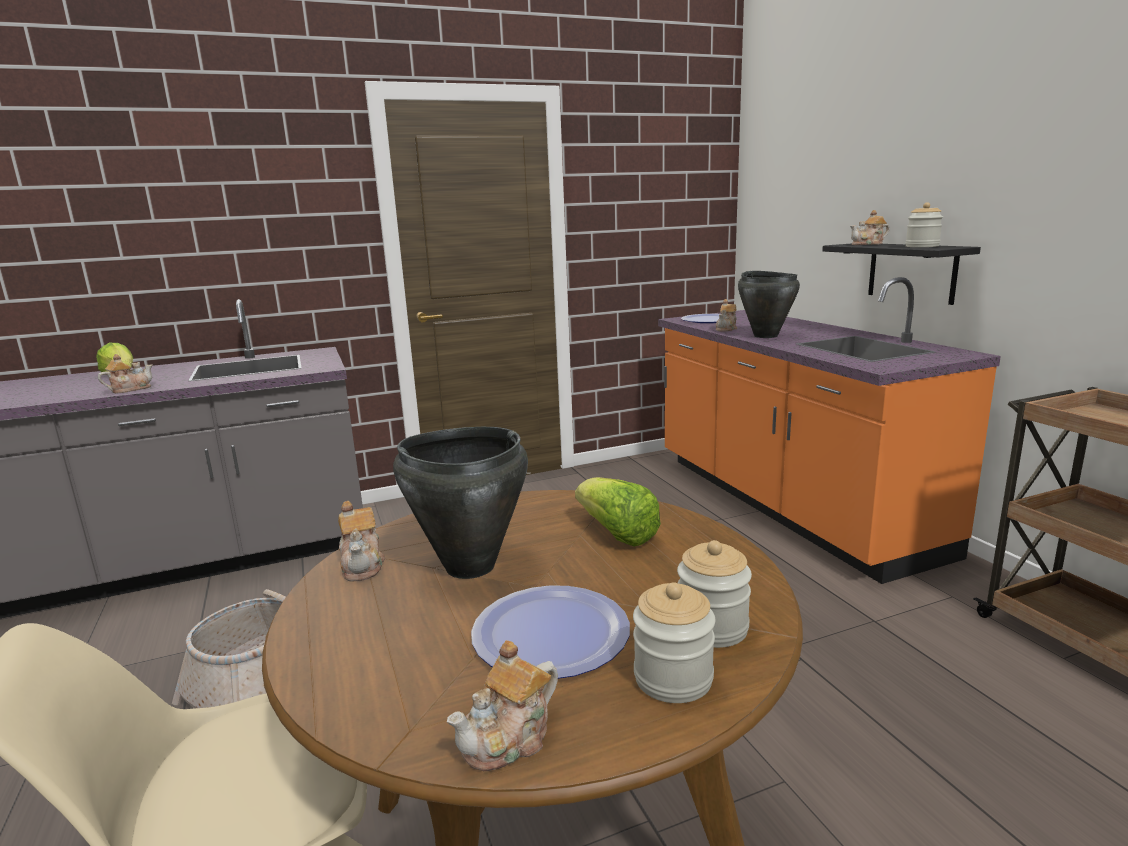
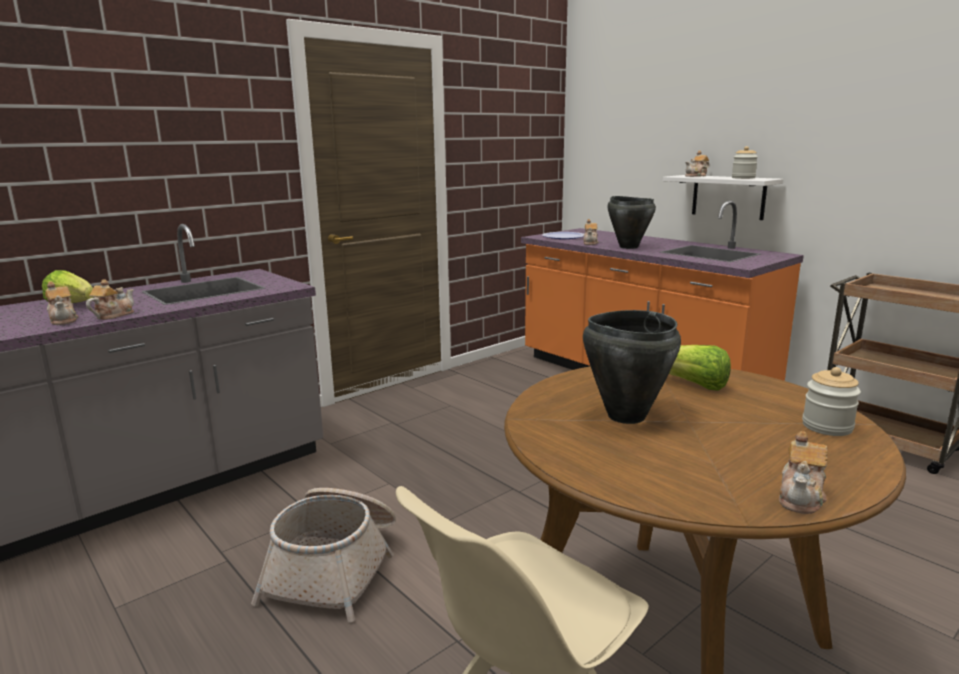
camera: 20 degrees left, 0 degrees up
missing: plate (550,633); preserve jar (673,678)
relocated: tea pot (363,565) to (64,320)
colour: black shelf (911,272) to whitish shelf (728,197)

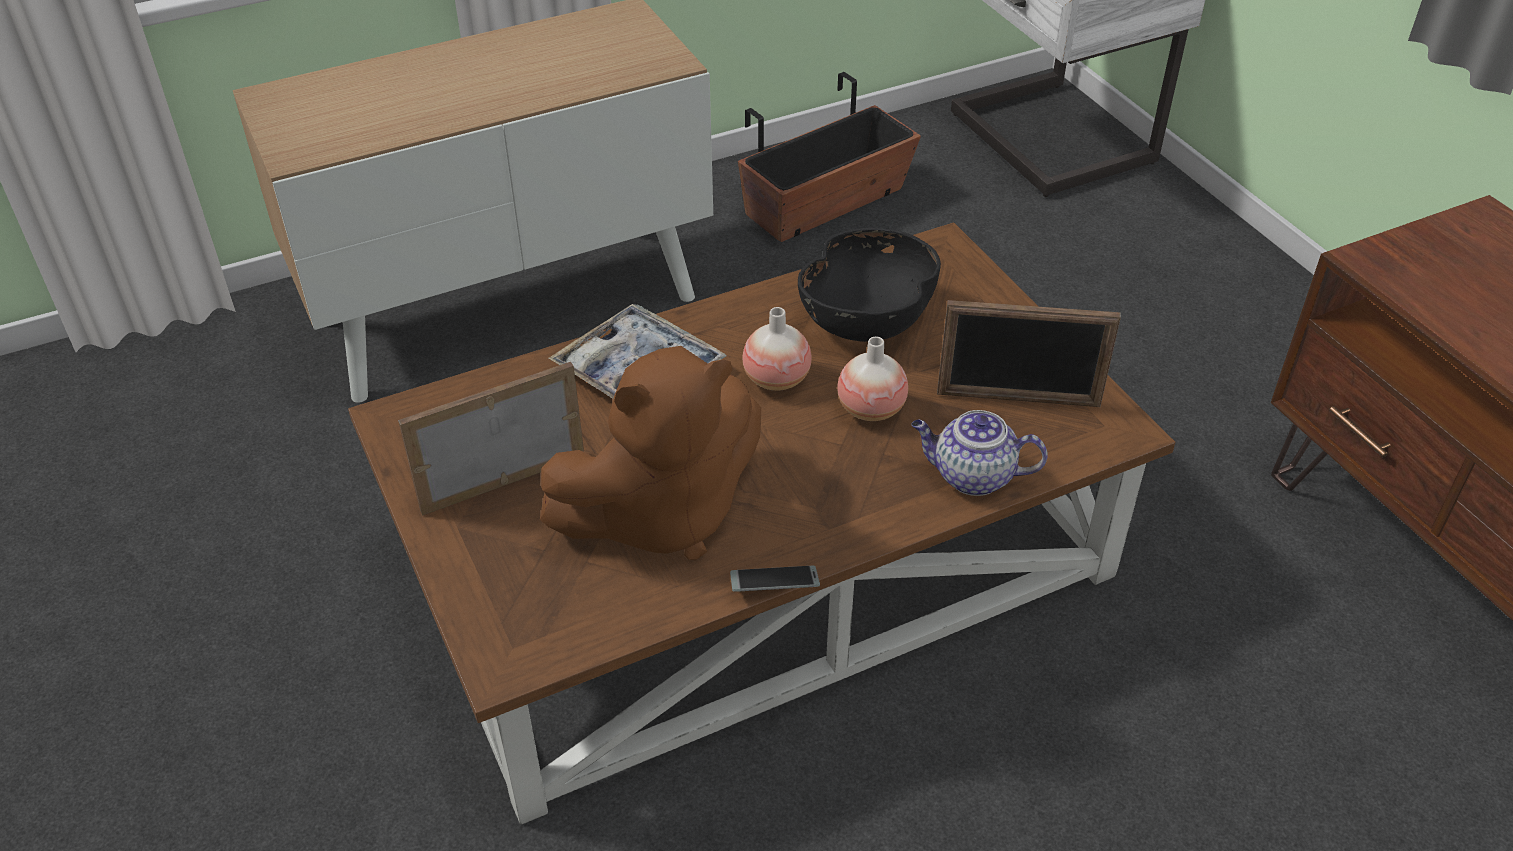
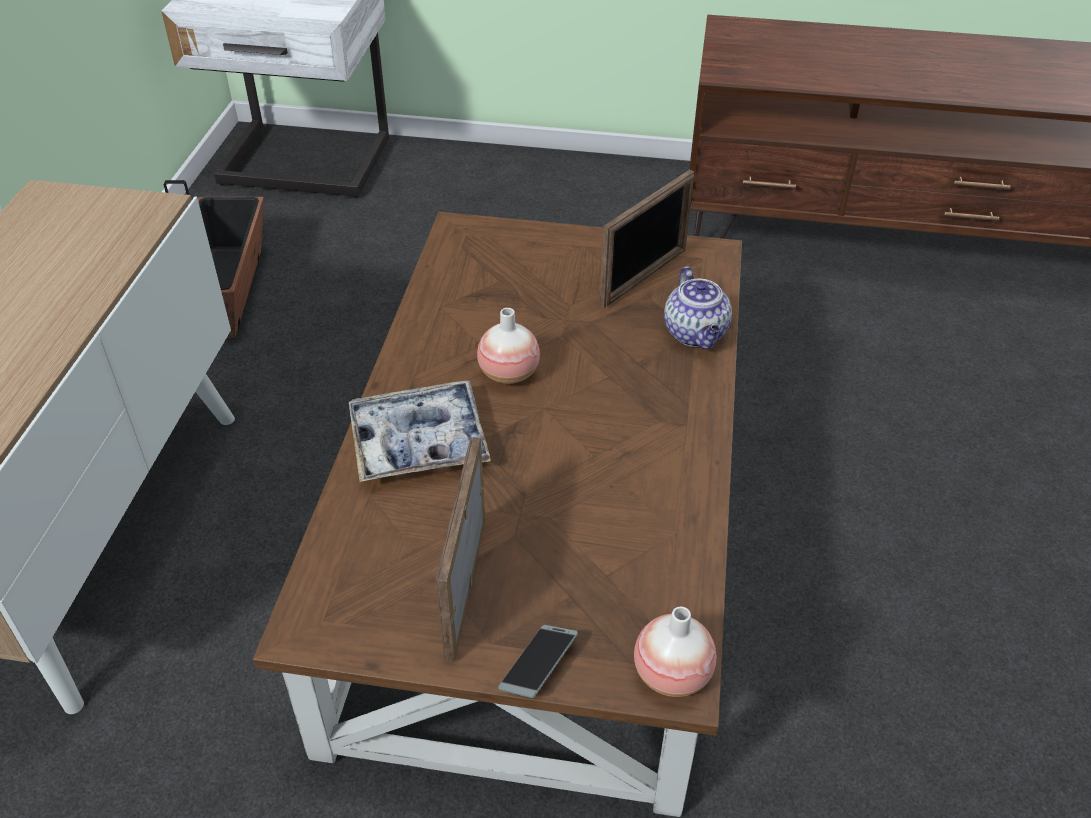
camera: 55 degrees left, 0 degrees up
missing: brownish cuddly toy (661,514); black serving bowl (867,320)
relocated: handset (774,585) to (538,666); decorative vase (871,409) to (672,674)
spun: tea pot (971,476) = (696,334) 60 degrees counterclockwise

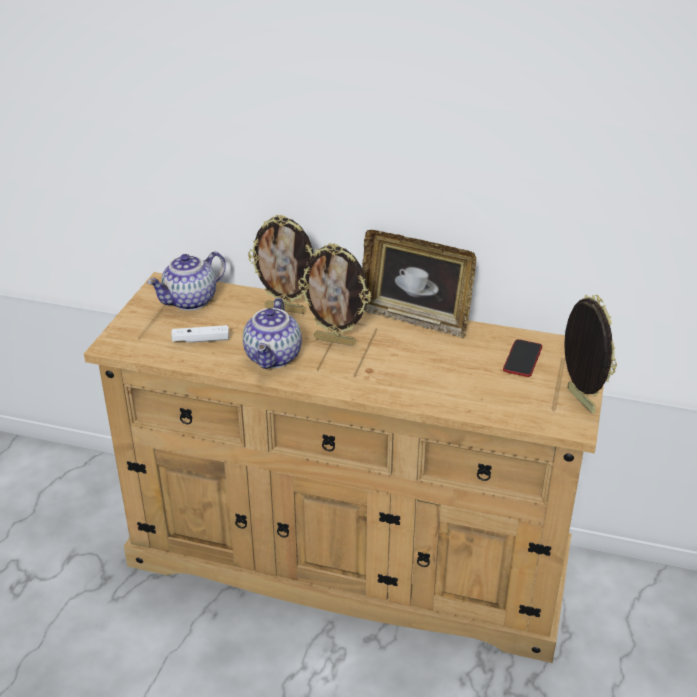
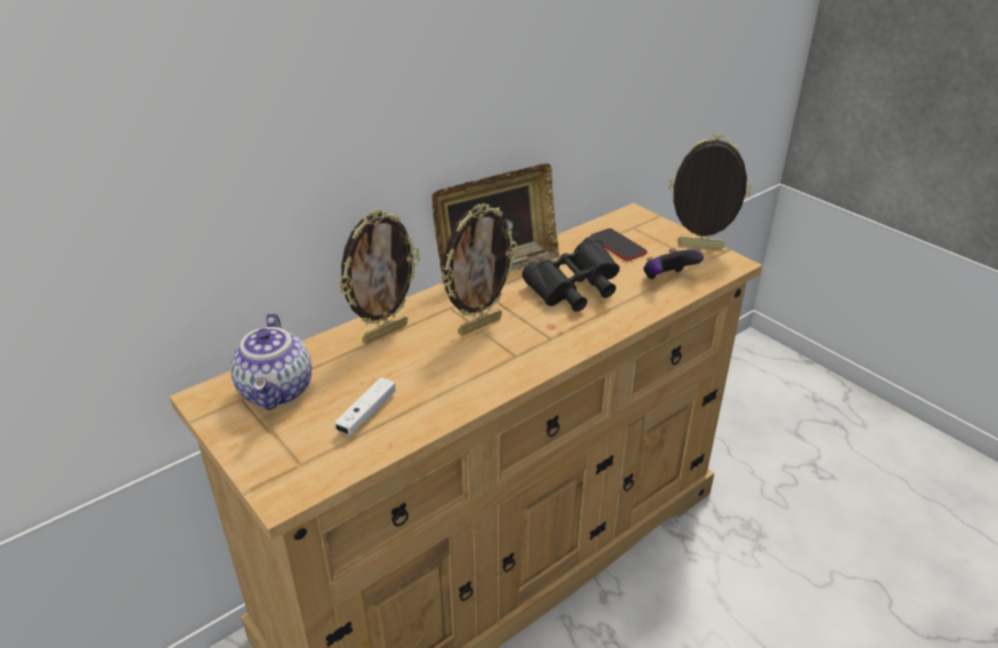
camera: 55 degrees left, 0 degrees up
missing: tea pot (274,358)
appeared: black pair of binoculars (574,291); joypad (667,279)

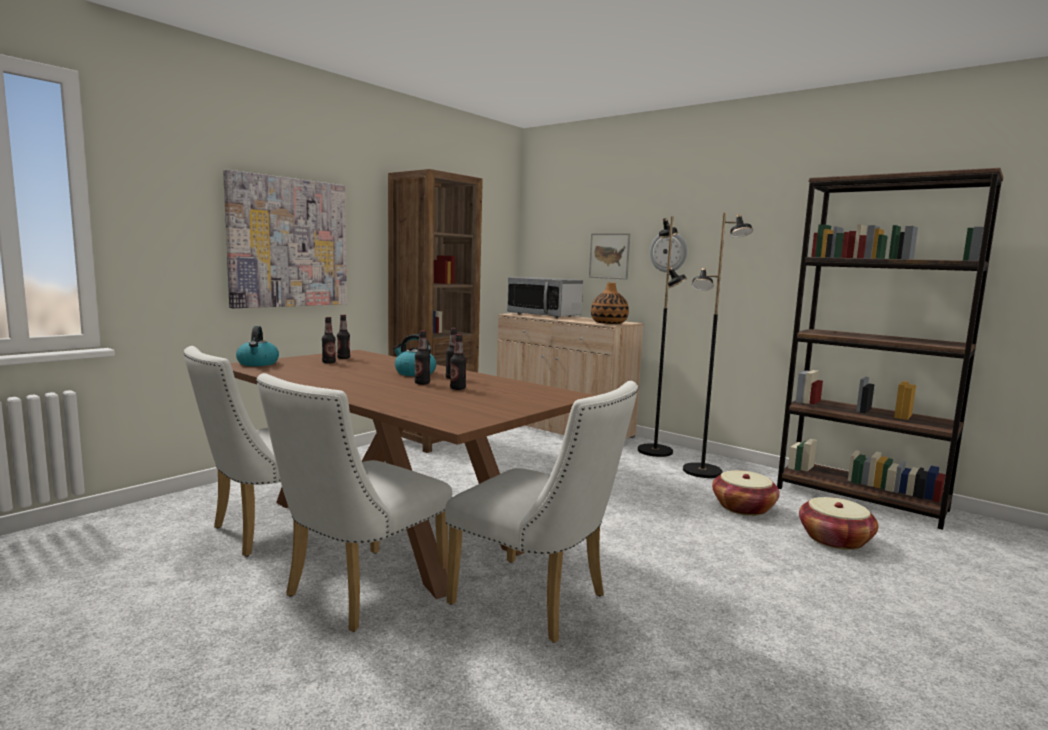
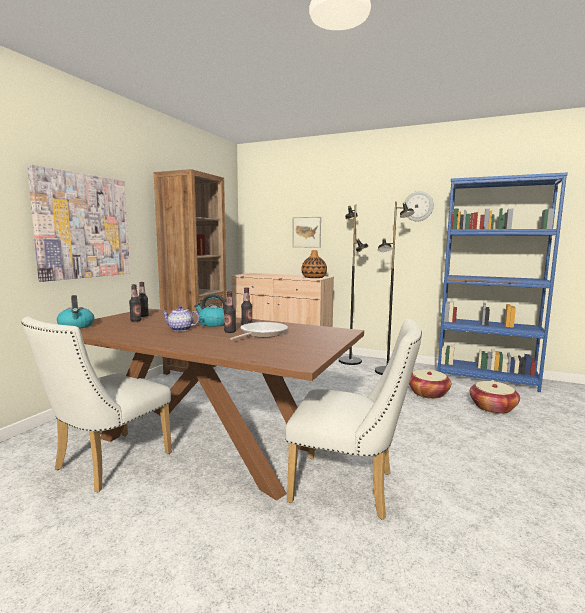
camera: 15 degrees left, 0 degrees up
missing: whitish plain chair (357,593); microwave oven (544,315)
appeared: tea pot (180,329)
relocated: clock on the wall (668,251) to (418,206)
exchanged: bottle (458,388) to pan (261,333)
colour: brownish shelving unit (860,499) to bluish shelving unit (486,378)

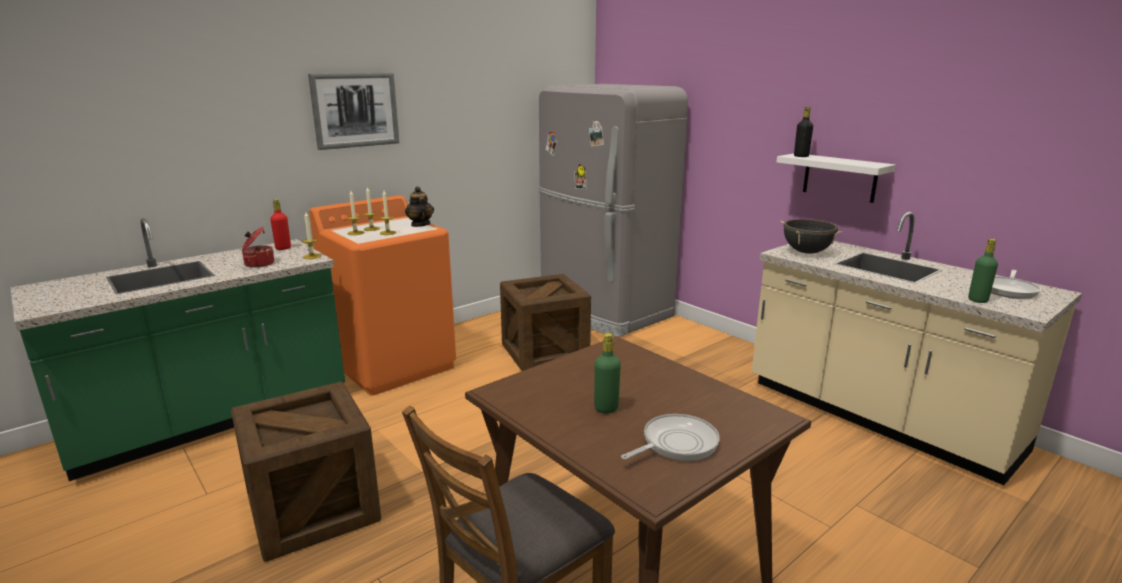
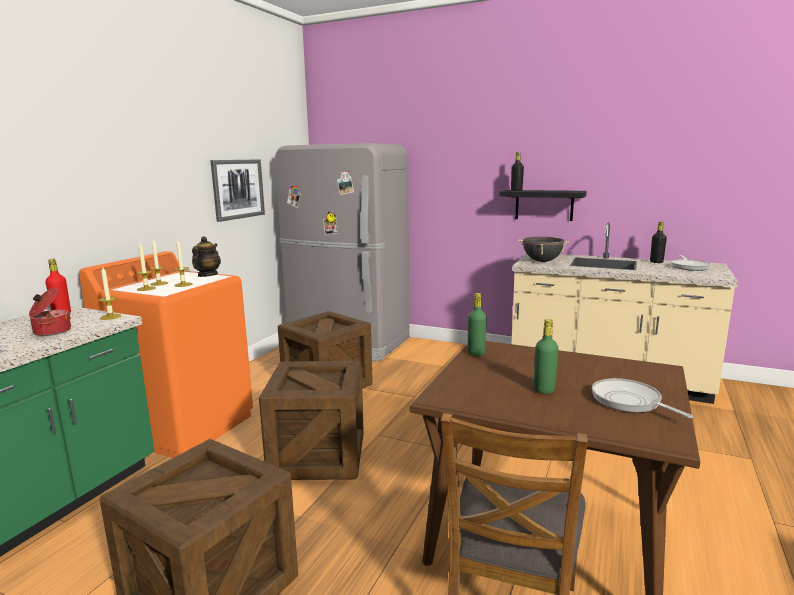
camera: 25 degrees left, 5 degrees down
appeared: shipping crate (318,455); black bottle (656,262)
relocated: wall picture (355,110) to (238,189); greenish bottle (977,300) to (476,353)
colour: whitish shelf (839,177) to black shelf (544,205)
spun: tea pot (420,225) = (207,275) 60 degrees clockwise; pan (676,443) = (629,401) 60 degrees counterclockwise

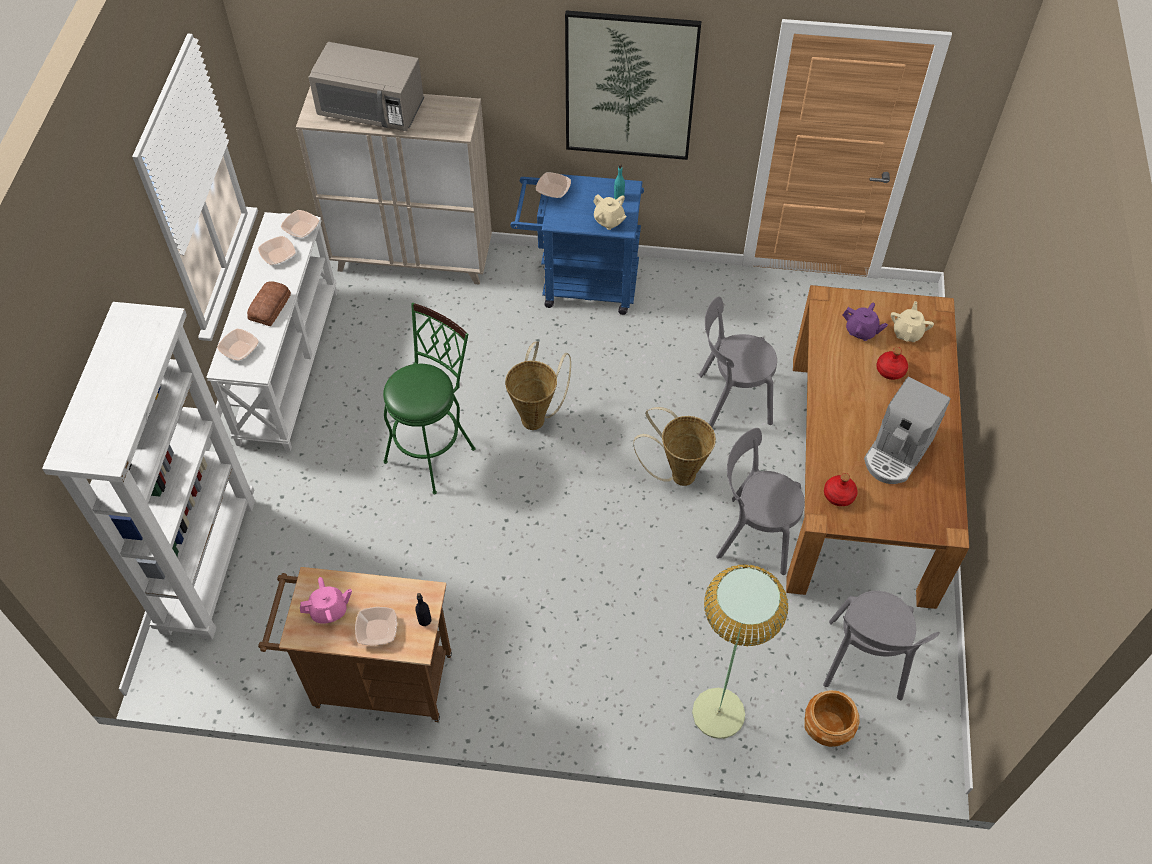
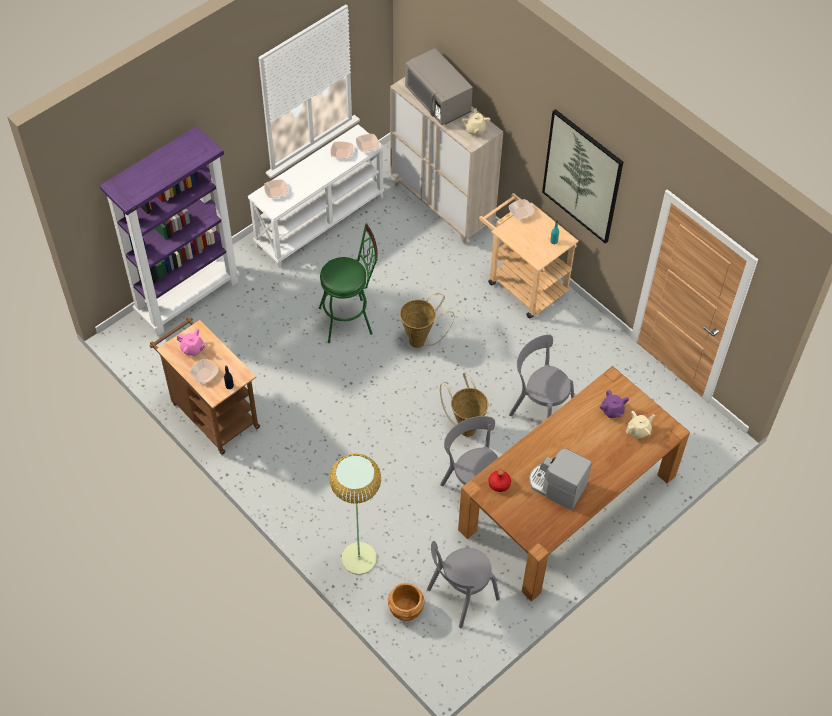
camera: 40 degrees right, 0 degrees up
missing: bread (271,307); red bottle (890,370)
relocated: beige tea pot (609,221) to (475,129)
colour: whitish shelving unit (208,563) to purplish shelving unit (188,297); bluish cart (580,283) to beige cart (522,283)
spun: coffee machine (897,452) = (556,487) 45 degrees clockwise

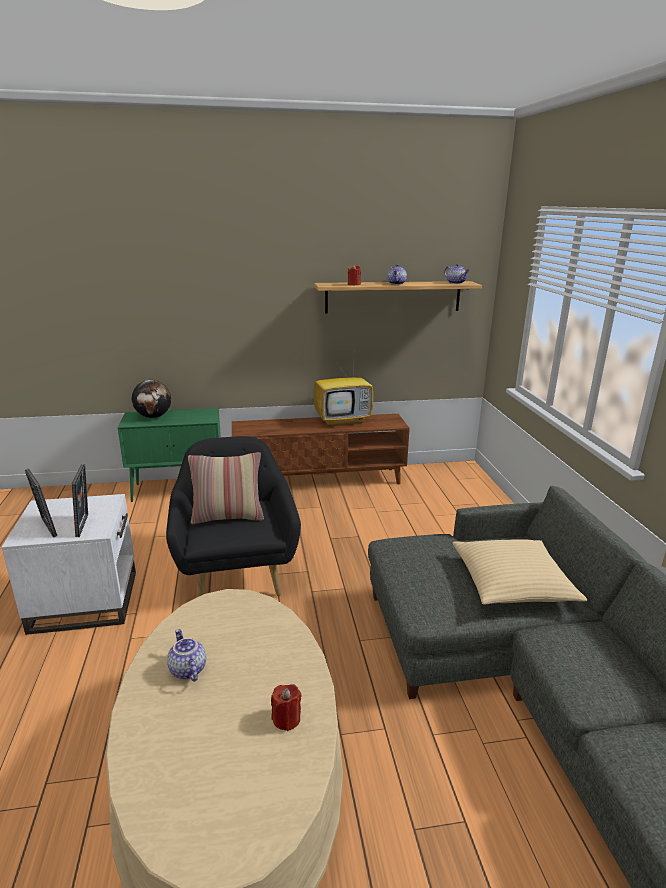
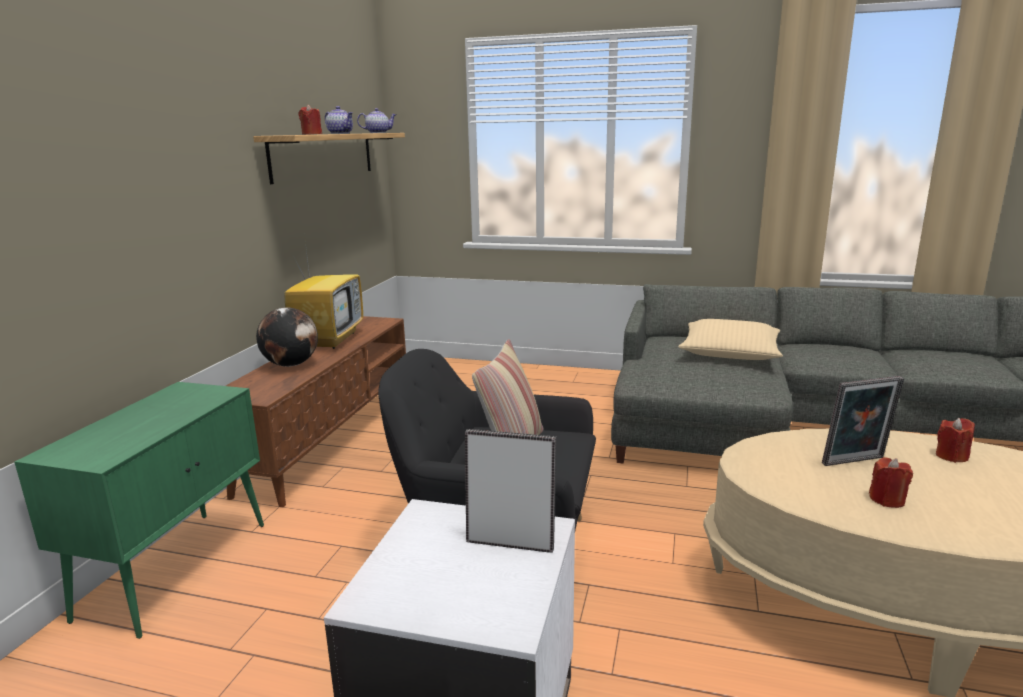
camera: 65 degrees left, 5 degrees down
relocated: picture frame (46,528) to (855,462); globe (154,416) to (291,364)
exchanged: tea pot (187,670) to red candle (887,500)

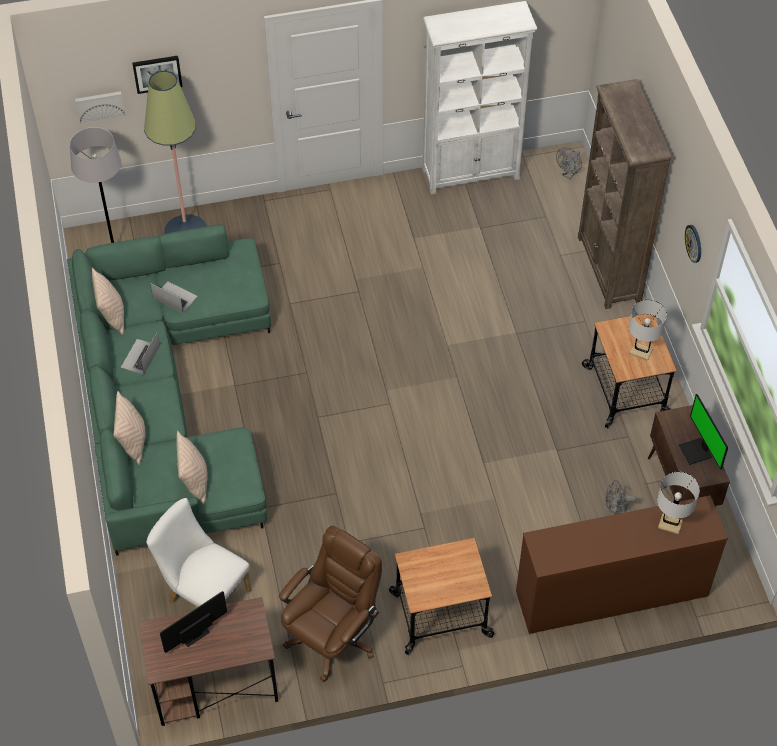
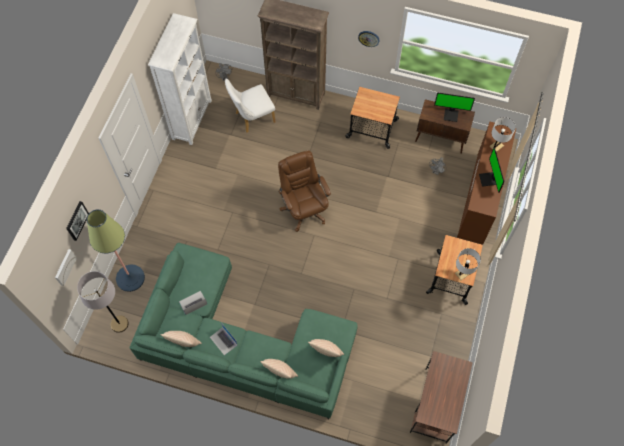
camera: 60 degrees left, 10 degrees up
relocated: whitish plain chair (204,594) to (252,118); monitor (192,632) to (488,179); brownish office chair (332,636) to (304,209); whitish tabletop lamp (641,351) to (462,273)

